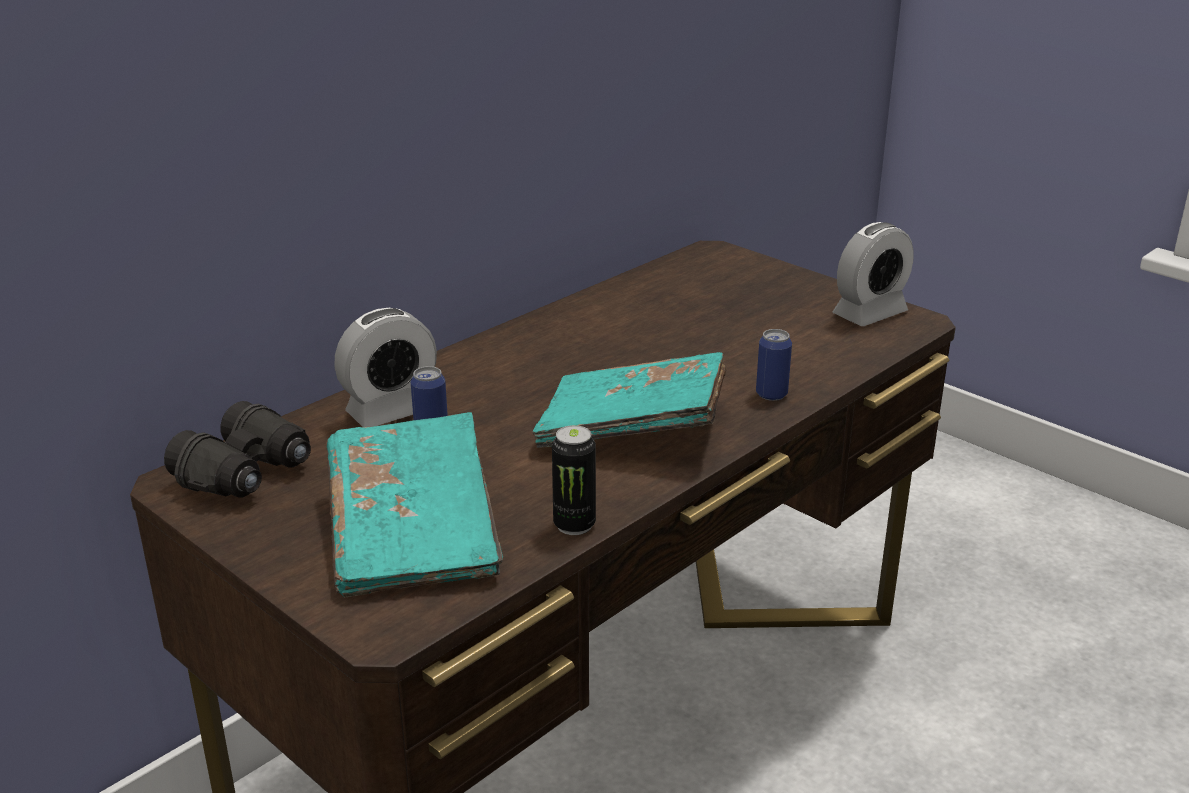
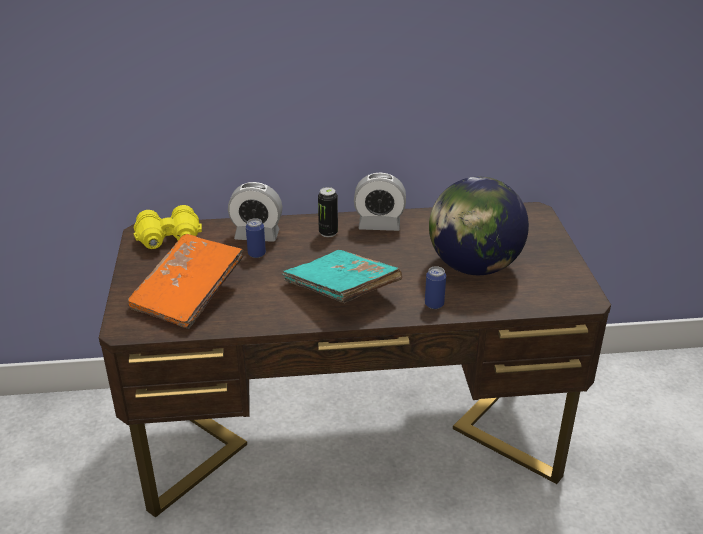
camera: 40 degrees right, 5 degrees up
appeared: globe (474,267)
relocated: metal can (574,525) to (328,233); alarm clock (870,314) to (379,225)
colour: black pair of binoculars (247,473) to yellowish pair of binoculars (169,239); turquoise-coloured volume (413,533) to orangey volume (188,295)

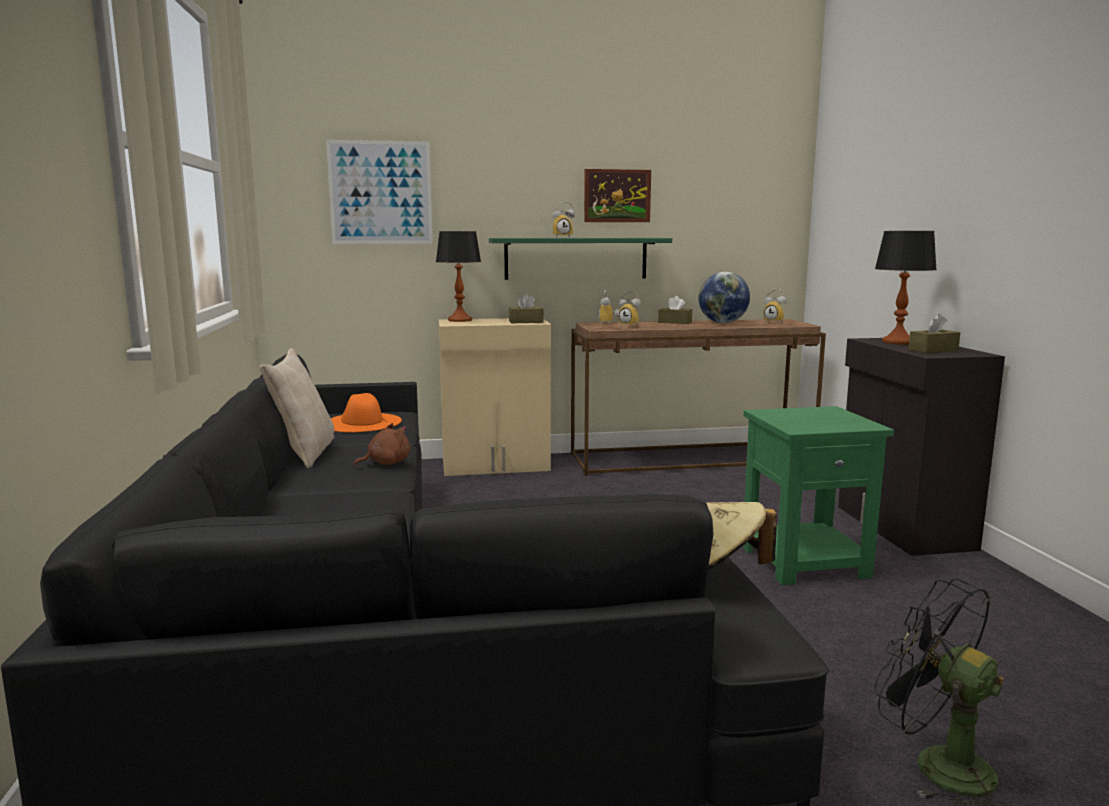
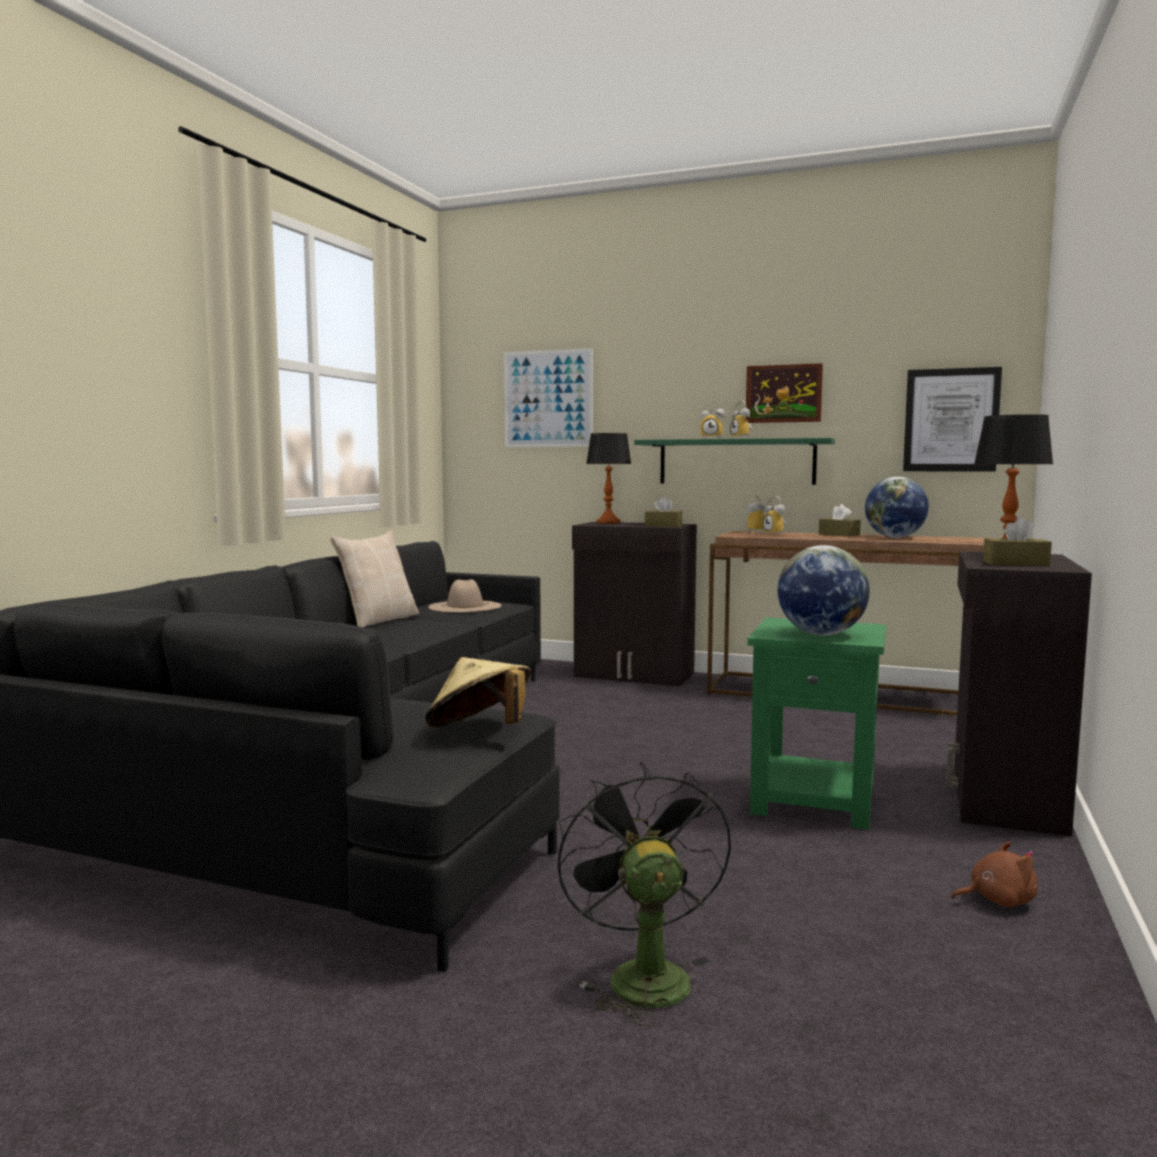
camera: 30 degrees right, 5 degrees down
appeared: globe (821,634); wall picture (951,420)
relocated: brownish cuddly toy (386,463) to (997,900); alarm clock (775,322) to (743,438)
colour: orangey hat (362,422) to beige hat (465,606); beige cabinet (496,465) to black cabinet (634,675)

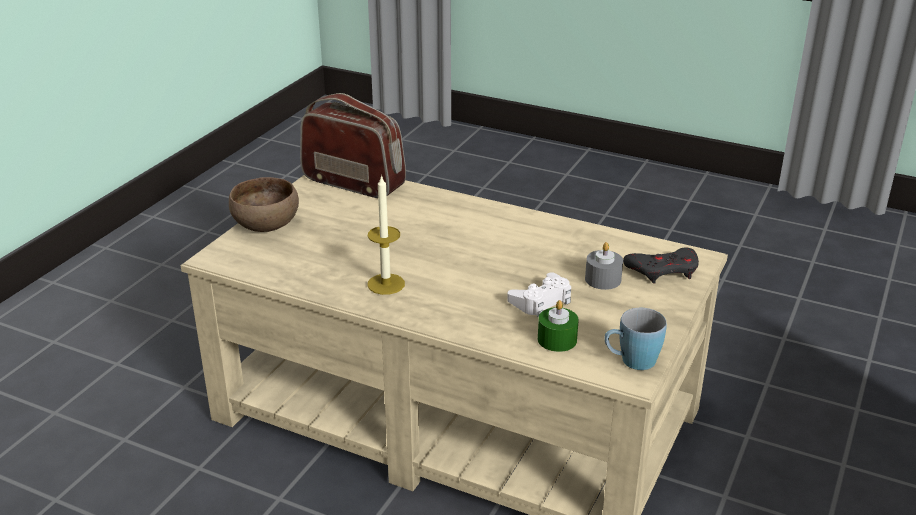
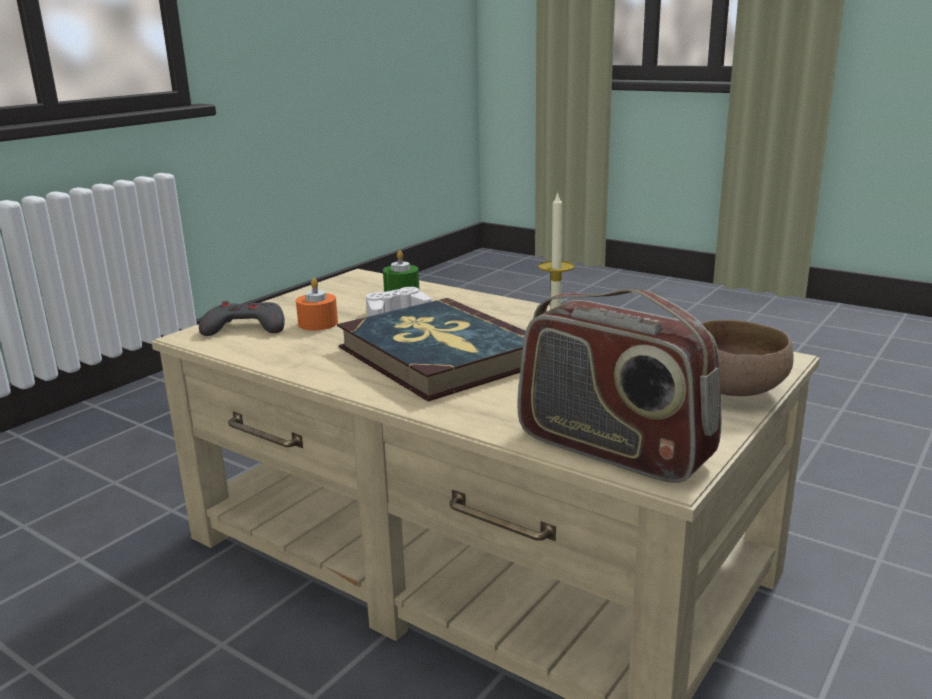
camera: 170 degrees left, 10 degrees down
missing: bluish tea mug (631,362)
appeared: volume (439,355)
colour: grey candle (603,279) to orangey candle (318,323)

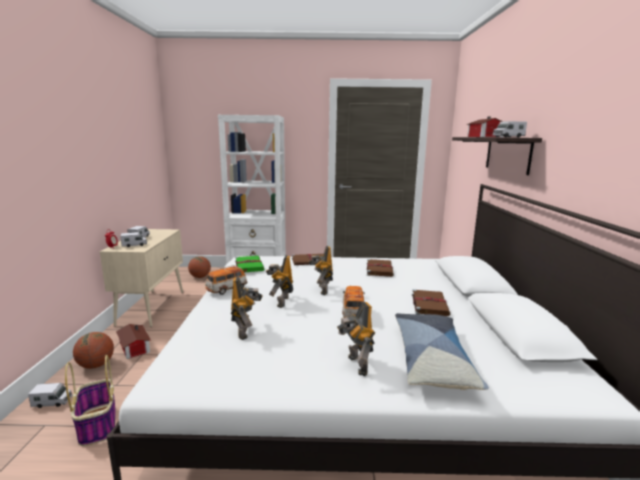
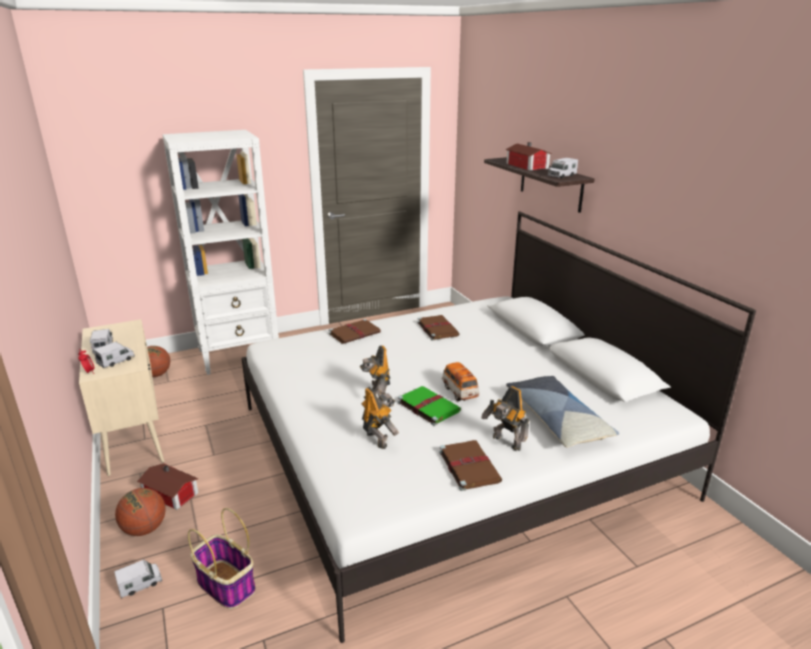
camera: 25 degrees left, 10 degrees up
missing: toy car (226,289); model robot (321,290)
relocated: greenish volume (249,265) to (427,406); brownish volume (429,304) to (468,466)

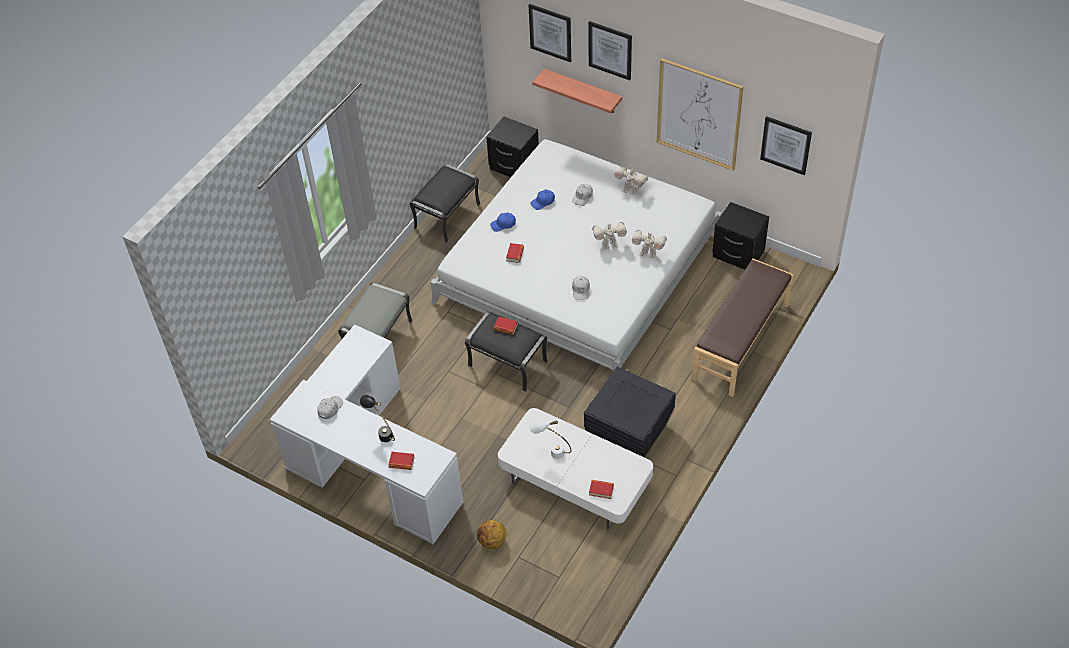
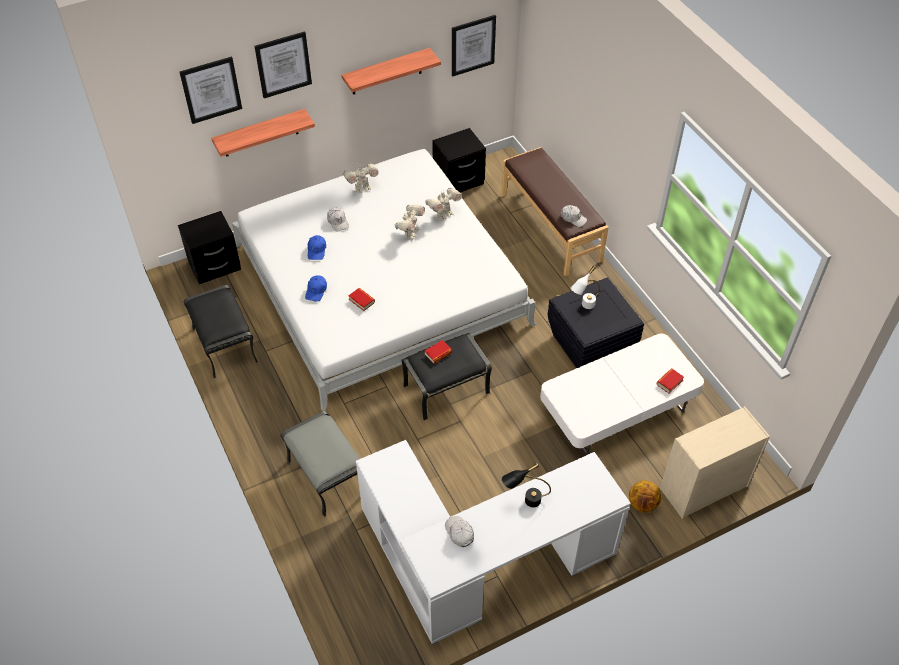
camera: 60 degrees left, 0 degrees up
missing: volume (401,462)
appeared: beige chest of drawers (703,488)
relocated: whitish tabletop lamp (551,452) to (583,307); whitish cap (581,290) to (573,218)
exchanged: wall picture (698,114) to shelf (386,72)

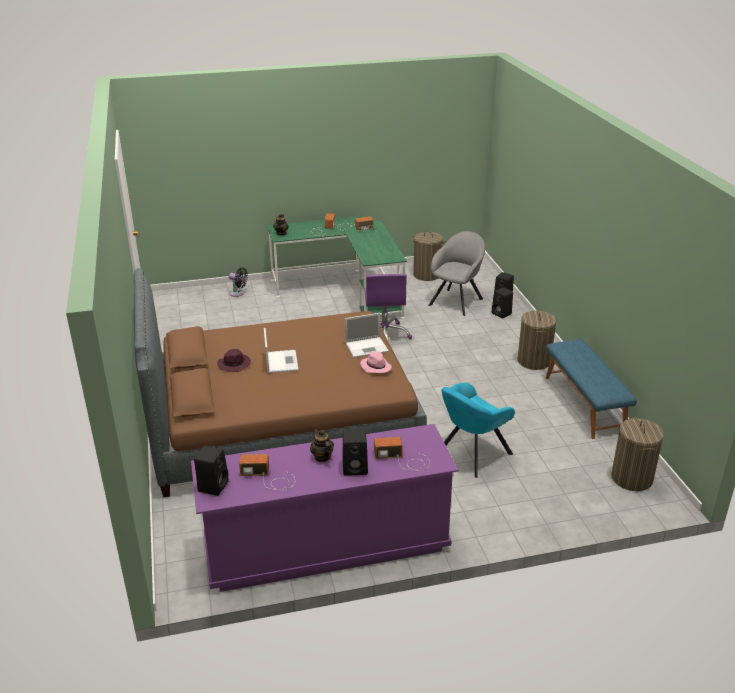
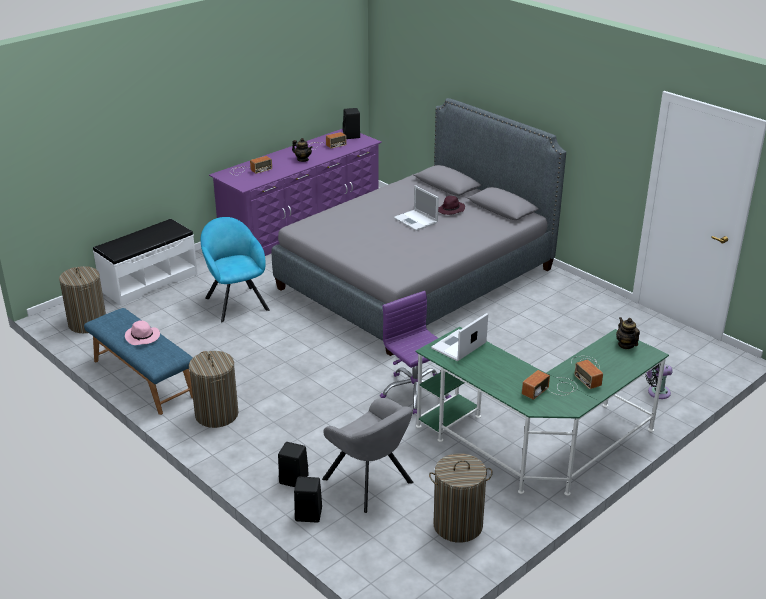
camera: 150 degrees right, 0 degrees up
missing: black audio speaker (356,468)
appeared: whitish indoor bench (149,282)
relocated: laptop (367,347) to (458,346); pink-coloured hat (375,367) to (143,337)
colour: brownish bed (281,423) to grey bed (416,278)
spun: grey easy chair (457,300) = (370,483) 45 degrees counterclockwise; turquoise-coloured easy chair (471,454) = (235,302) 45 degrees counterclockwise

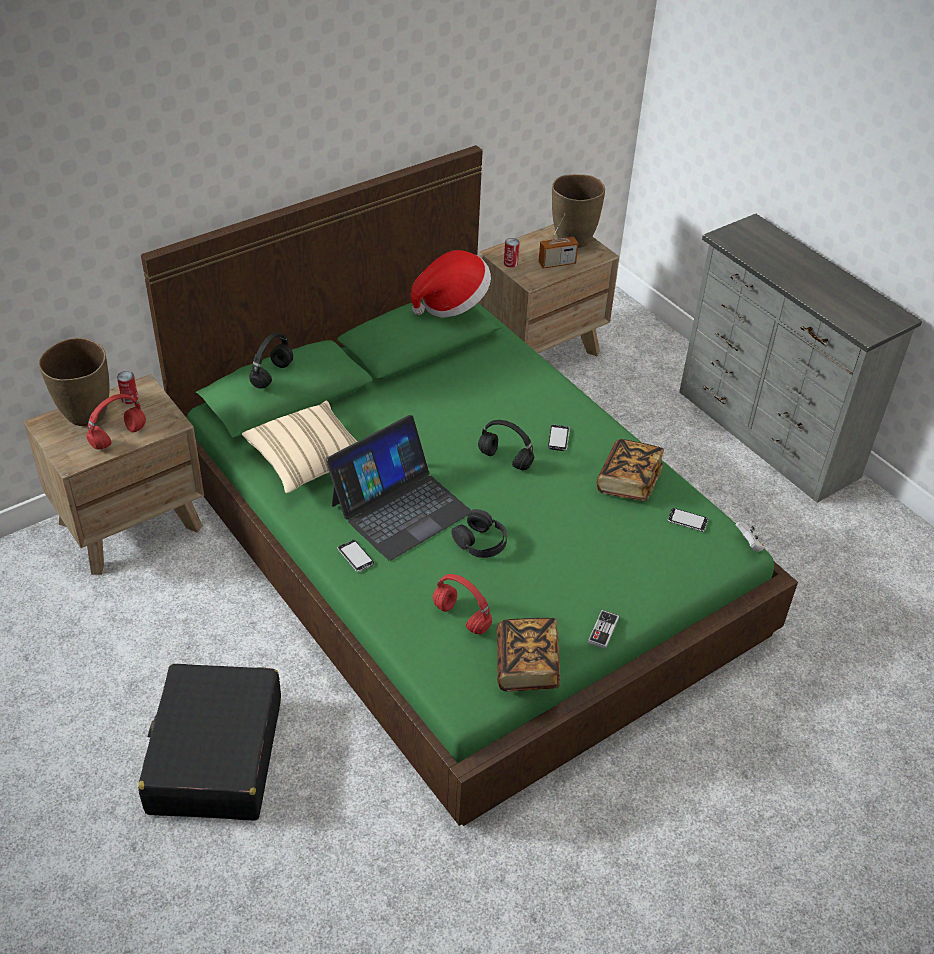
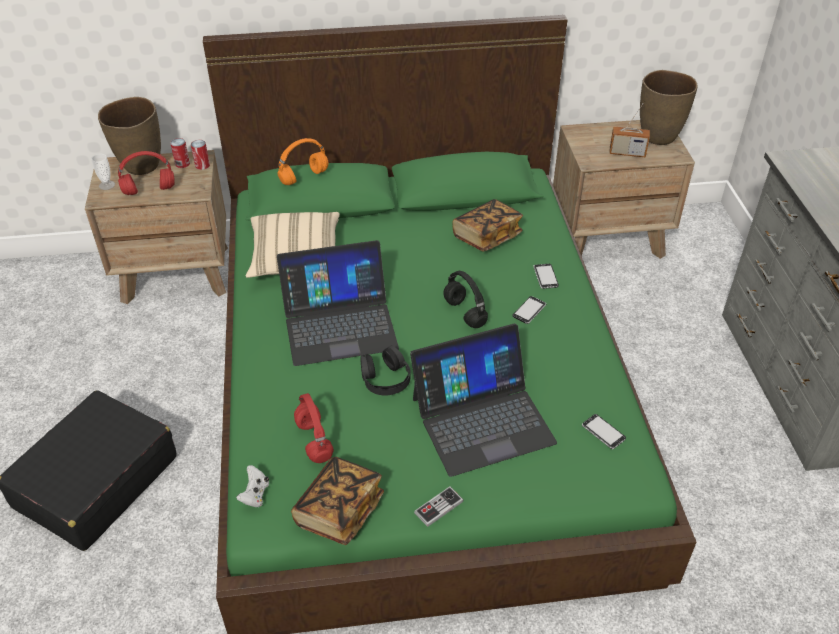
camera: 30 degrees right, 0 degrees up
missing: hat (451,303)
appeared: drinking cup (107,185); laptop (482,419)
relocated: handset (355,557) to (545,277); metal can (510,263) to (202,165); volume (628,481) to (486,236); whitish joypad (748,544) to (255,494)
colour: black pair of headphones (272,374) to orangey pair of headphones (304,177)

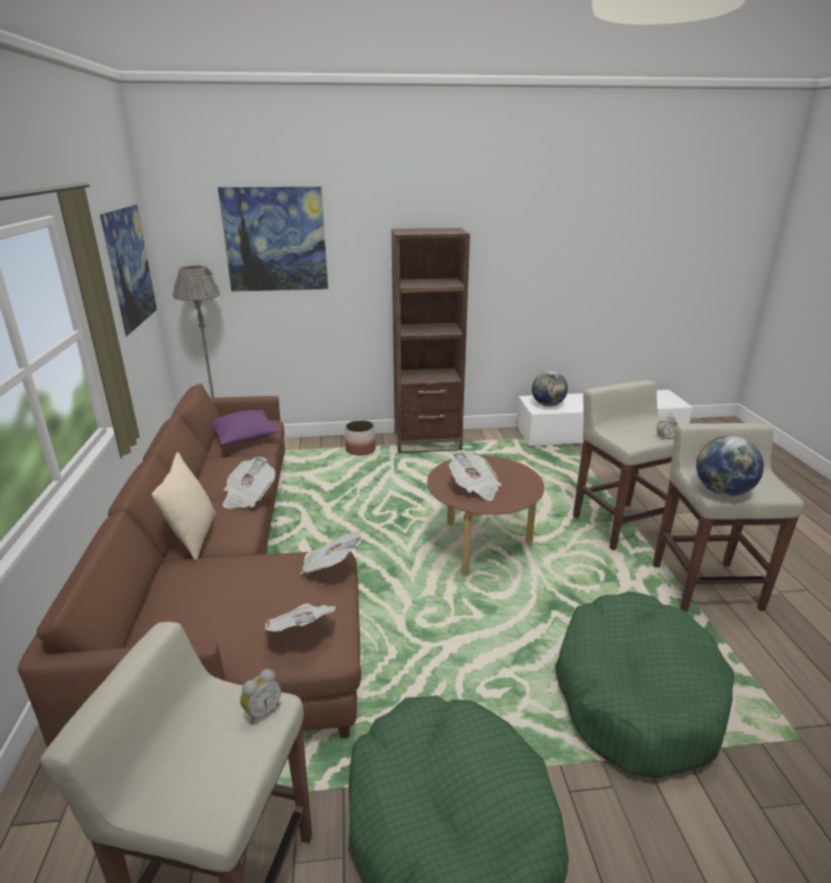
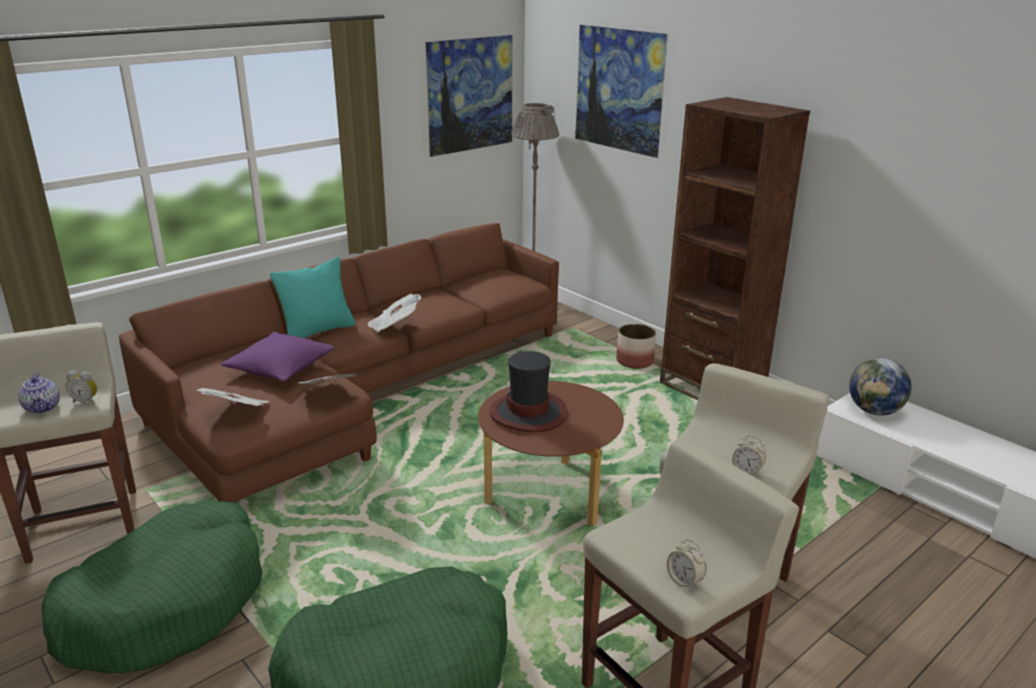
camera: 55 degrees right, 0 degrees up
missing: globe (722,492)
appeared: tea pot (43,407); alarm clock (684,581)
relocated: purplish throw pillow (244,436) to (280,368)
exchanged: newspaper (475,488) to hat (529,413)
colour: beige throw pillow (193,537) to turquoise-coloured throw pillow (317,331)

